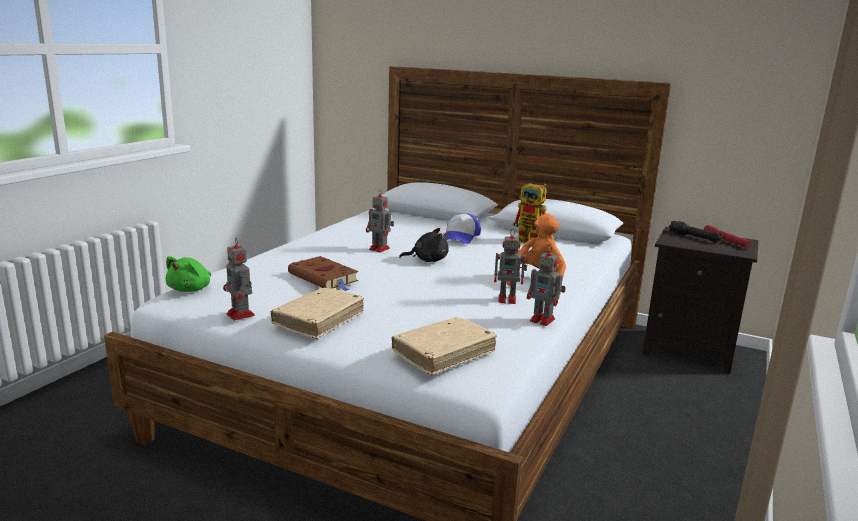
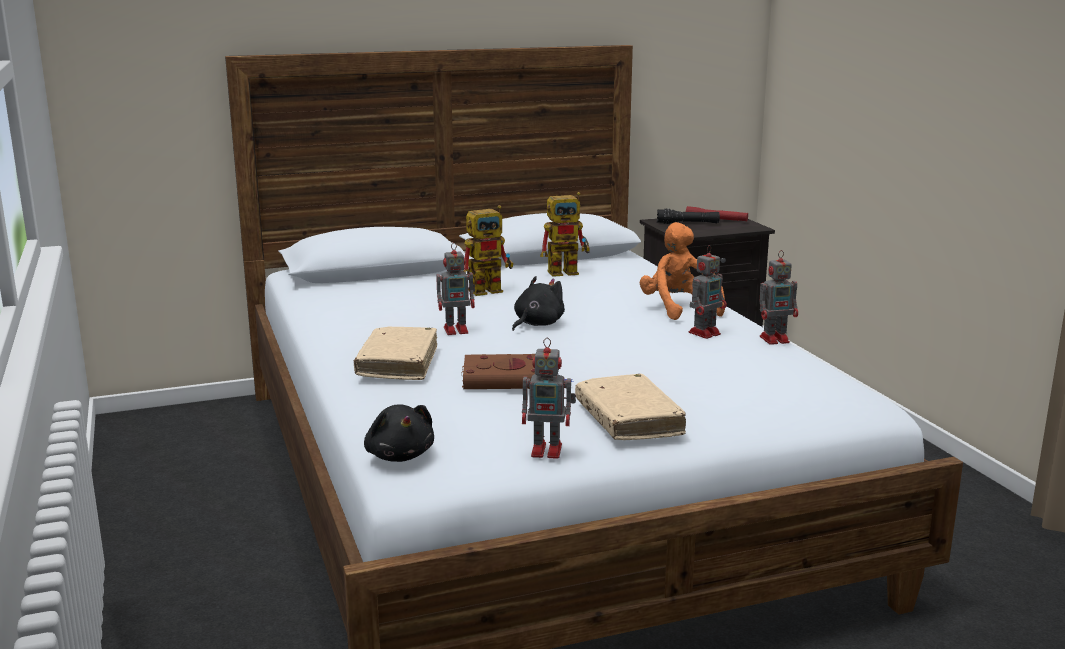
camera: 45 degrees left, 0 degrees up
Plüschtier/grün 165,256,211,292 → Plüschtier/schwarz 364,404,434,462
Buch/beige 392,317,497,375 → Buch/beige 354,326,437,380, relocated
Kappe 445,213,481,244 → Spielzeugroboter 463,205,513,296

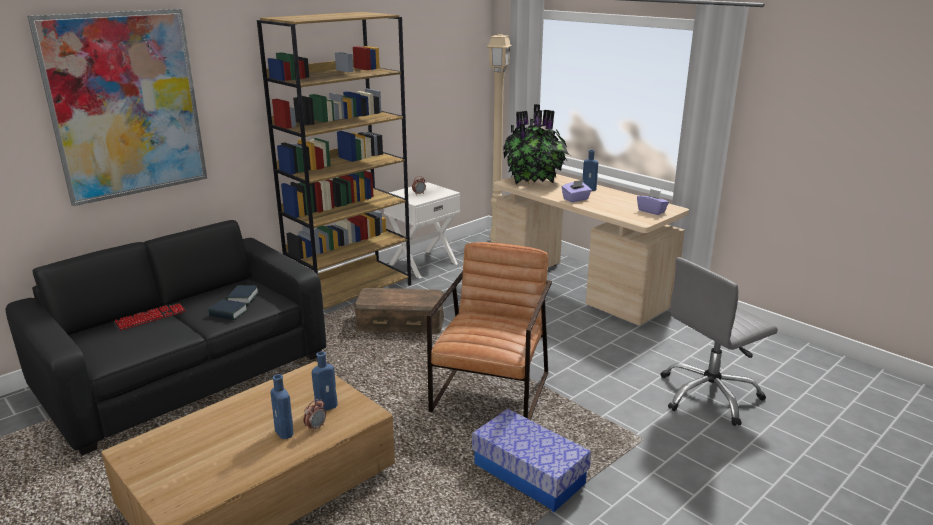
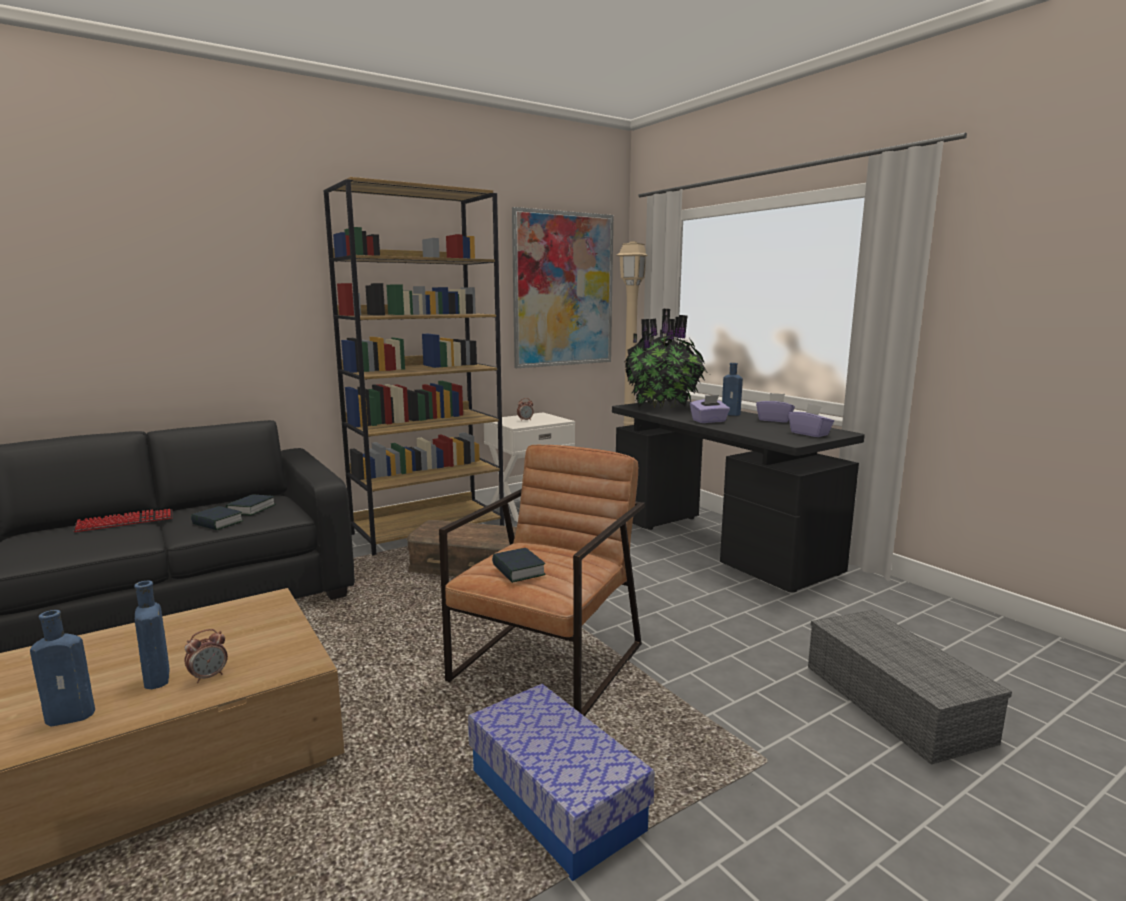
camera: 10 degrees right, 10 degrees down
Bild 27,9,207,206 → Bild 512,207,613,368, relocated
Flasche/blau 312,351,338,411 → Flasche/blau 30,610,95,727, relocated
Schreibtisch/beige 493,174,689,325 → Schreibtisch/schwarz 612,399,865,592
Bürostuhl/grau 661,257,778,426 → Aufbewahrungsbox/grau 808,610,1012,765
- → Buch 492,548,546,583
- → Taschentuchbox/lila 756,393,795,422

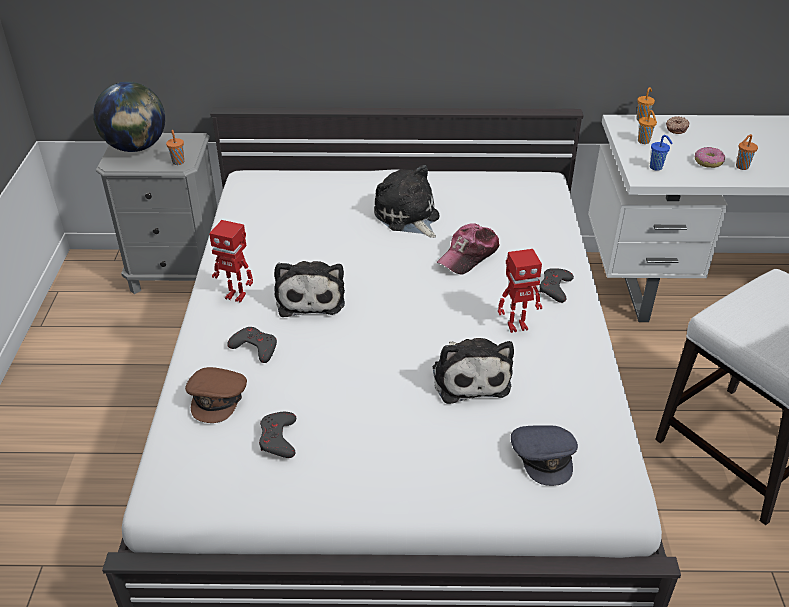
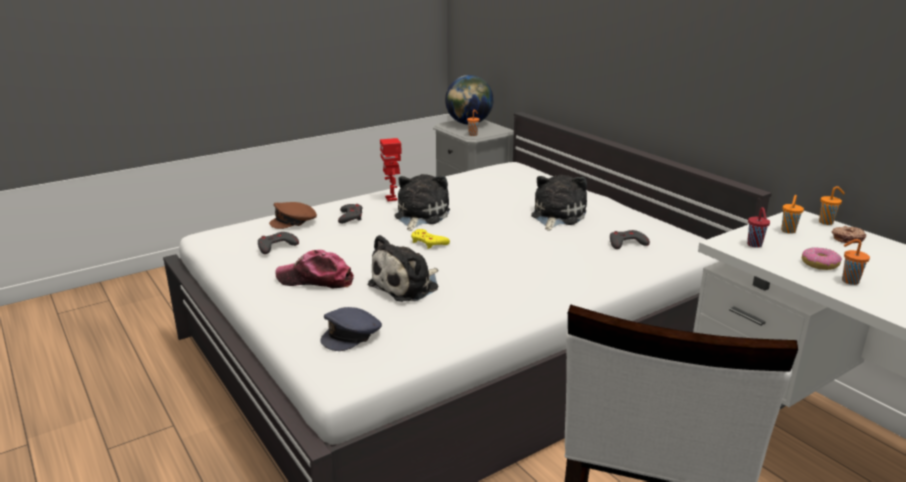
camera: 55 degrees right, 15 degrees down
Plüschtier 274,261,345,317 → Plüschtier 395,174,450,231, 150 degrees clockwise
Kappe 437,223,500,275 → Kappe 275,250,354,288, relocated
Spielzeugroboter 498,249,542,333 → -
Gamepad/grau 539,268,574,303 → Gamepad/grau 610,230,650,249, relocated
Tasse/blau 650,135,673,171 → Tasse/rot 747,207,770,248
- → Gamepad/gelb 411,229,450,249

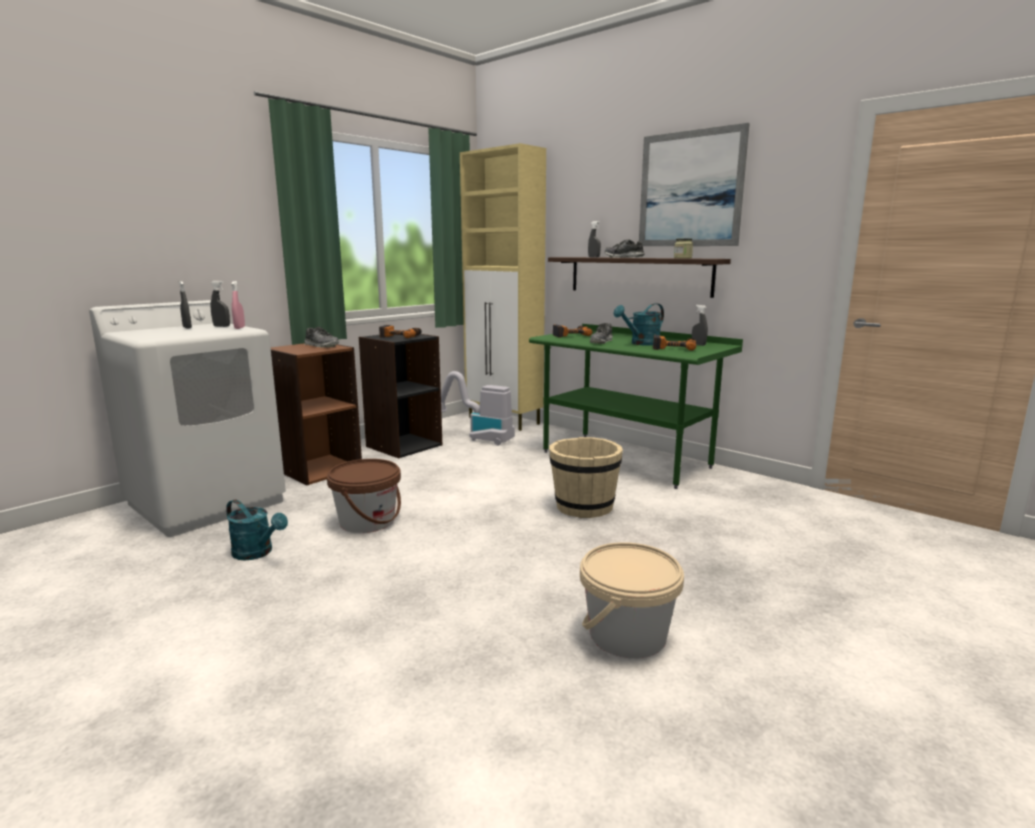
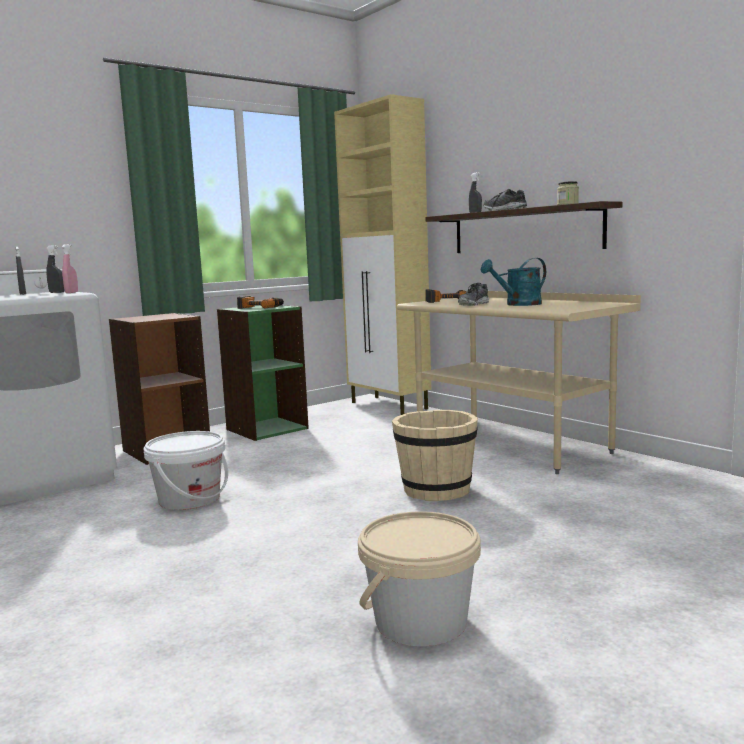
camera: 10 degrees right, 5 degrees down
Gießkanne/türkis 226,500,288,560 → -
Schuh 305,327,339,348 → -
Eimer/braun 327,459,401,533 → Eimer/weiß 144,431,228,510
Bücherregal/schwarz 359,334,442,458 → Bücherregal/grün 217,305,309,441
Staubsauger 441,371,515,446 → -
Schreibtisch/grün 529,324,743,489 → Schreibtisch/beige 397,290,641,474
Bild 639,123,750,246 → -
Bohrmaschine 653,335,696,351 → -
Sprühflasche/grau 692,305,708,346 → -

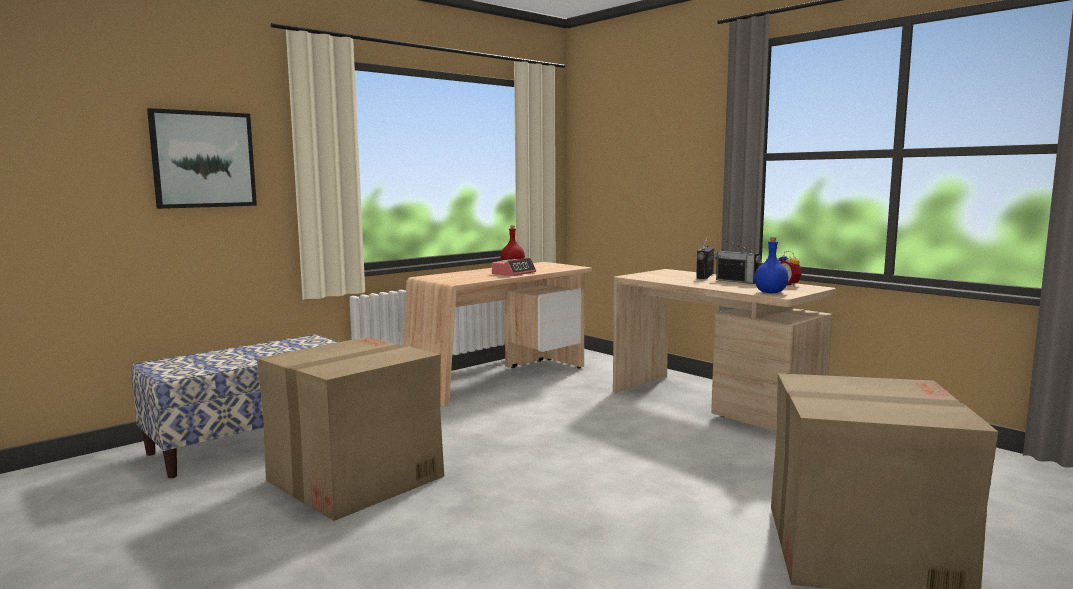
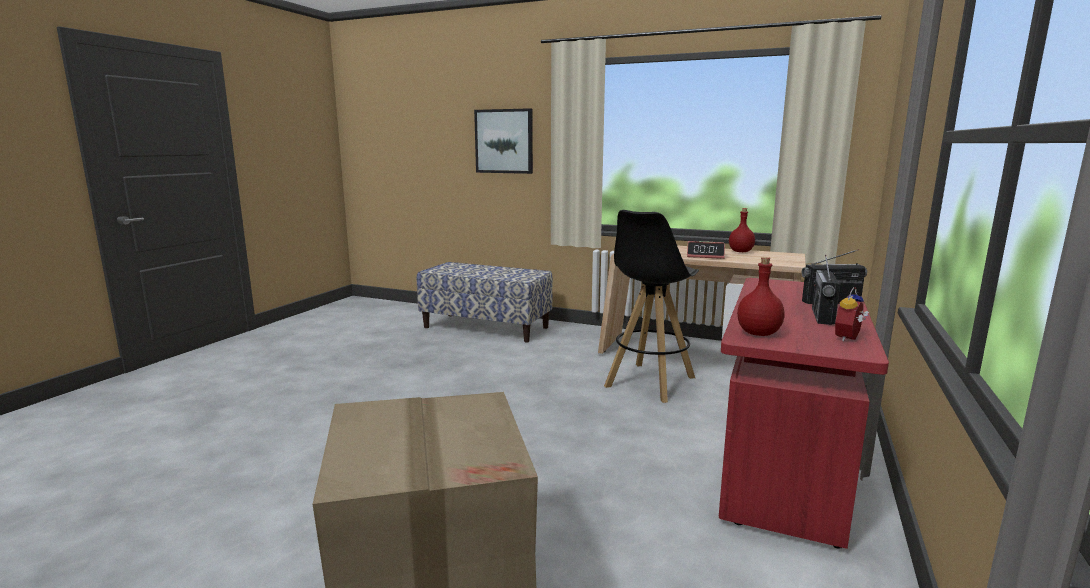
camera: 65 degrees right, 5 degrees up
Karton 257,337,444,521 → -
Schreibtisch/beige 613,269,836,432 → Schreibtisch/rot 719,278,889,549
Flasche/blau 754,237,788,293 → Flasche/rot 737,257,785,336
- → Hocker/schwarz 604,210,699,403

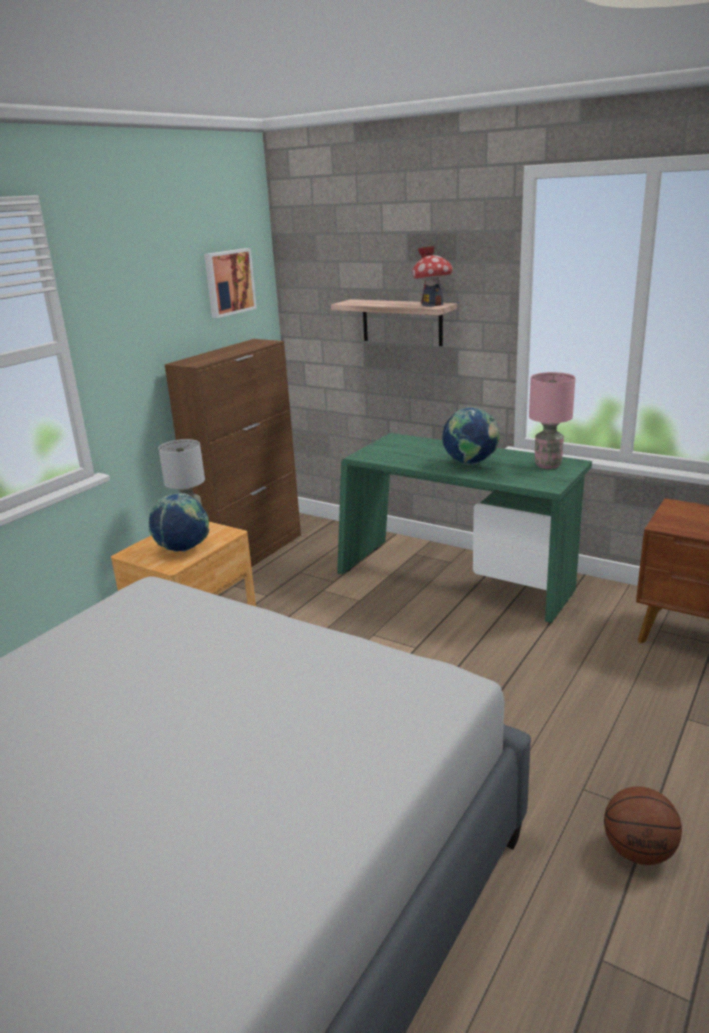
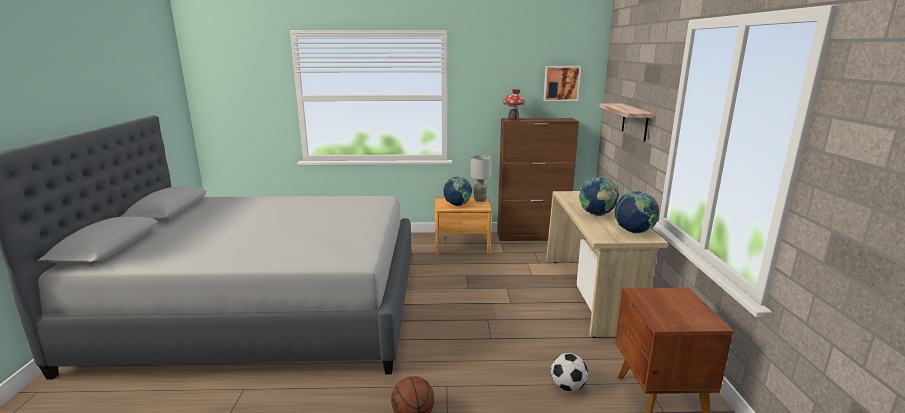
camera: 55 degrees right, 5 degrees down
Schreibtisch/grün 337,433,592,623 → Schreibtisch/beige 546,191,668,338
Spielzeughaus 412,246,453,307 → Spielzeughaus 503,89,525,121, relocated
Tischlampe/rosa 529,372,575,469 → Globus 614,191,659,233
- → Fußball 551,353,588,391

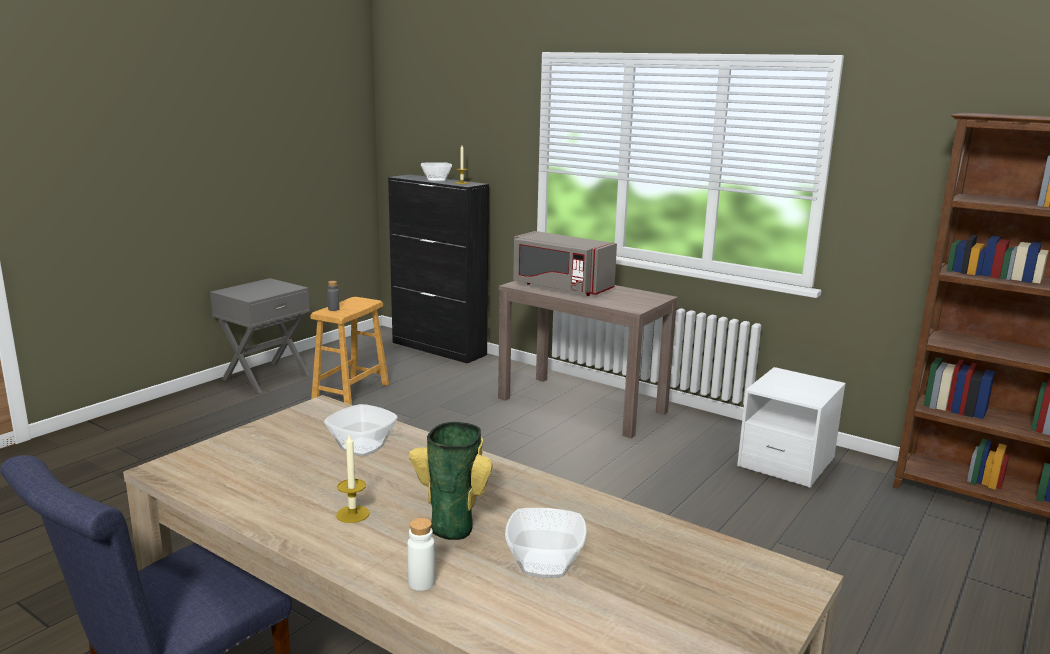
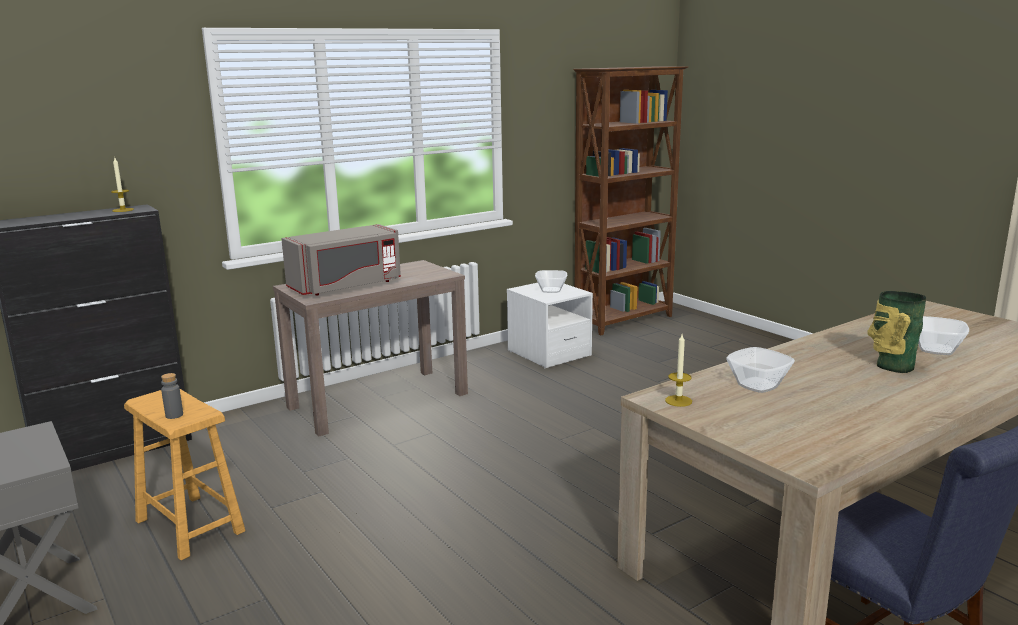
camera: 70 degrees left, 0 degrees up
Kerze 336,433,370,523 → Kerze 665,334,692,407, relocated
Flasche/weiß 407,518,435,591 → -
Schüssel 421,162,452,182 → Schüssel 535,270,568,293, relocated

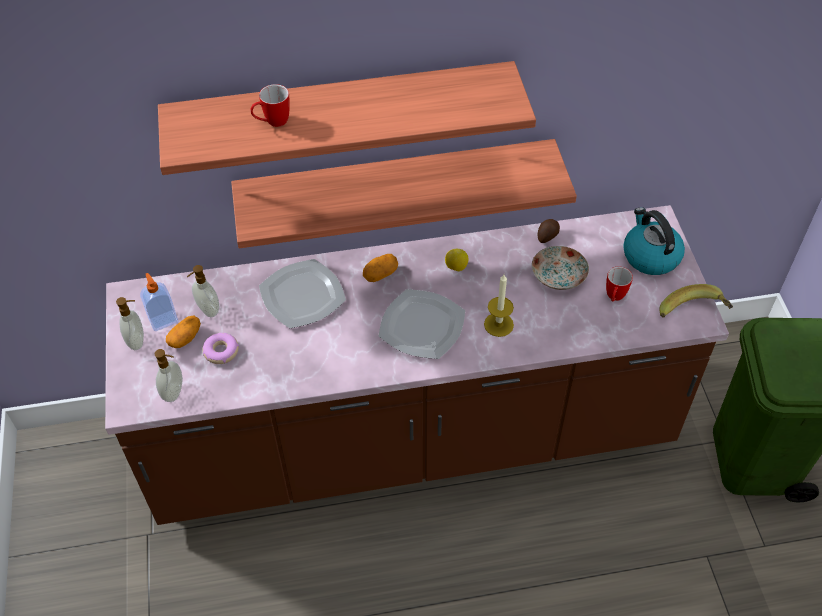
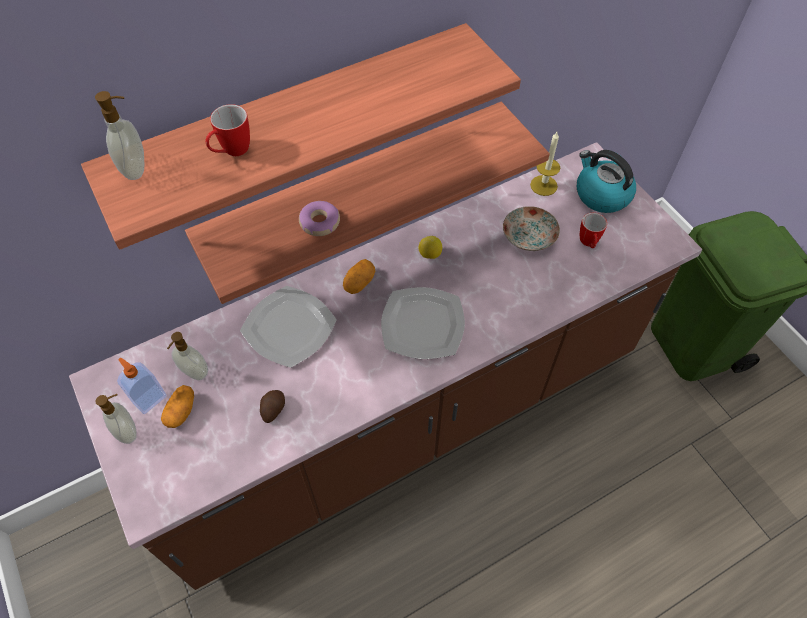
camera: 20 degrees left, 5 degrees up
Seifenspender 154,349,183,402 → Seifenspender 95,91,144,180, relocated
Donut 203,333,239,364 → Donut 299,201,340,236, relocated
Kerze 484,275,514,337 → Kerze 530,132,560,196, relocated
Kartoffel 538,219,560,243 → Kartoffel 260,390,285,423, relocated
Banane 659,284,733,318 → -

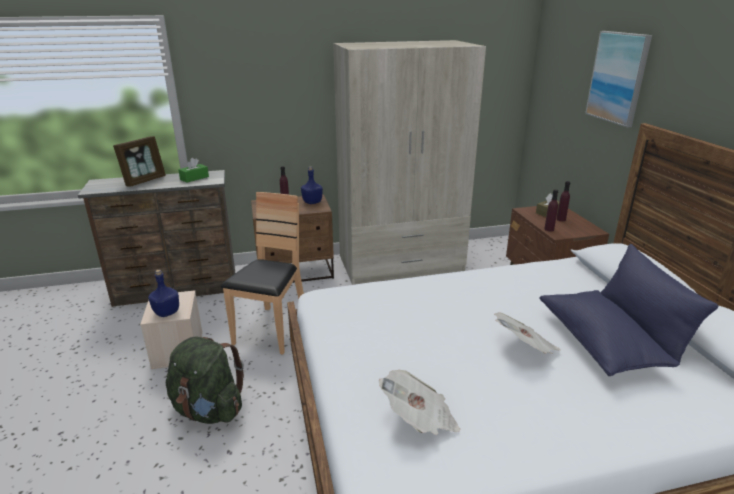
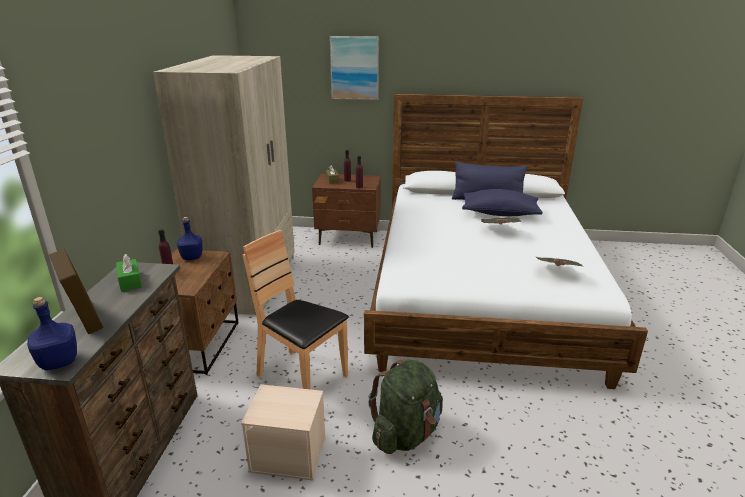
camera: 70 degrees left, 0 degrees up
Flasche/blau 148,270,179,317 → Flasche/blau 27,297,77,370, relocated

